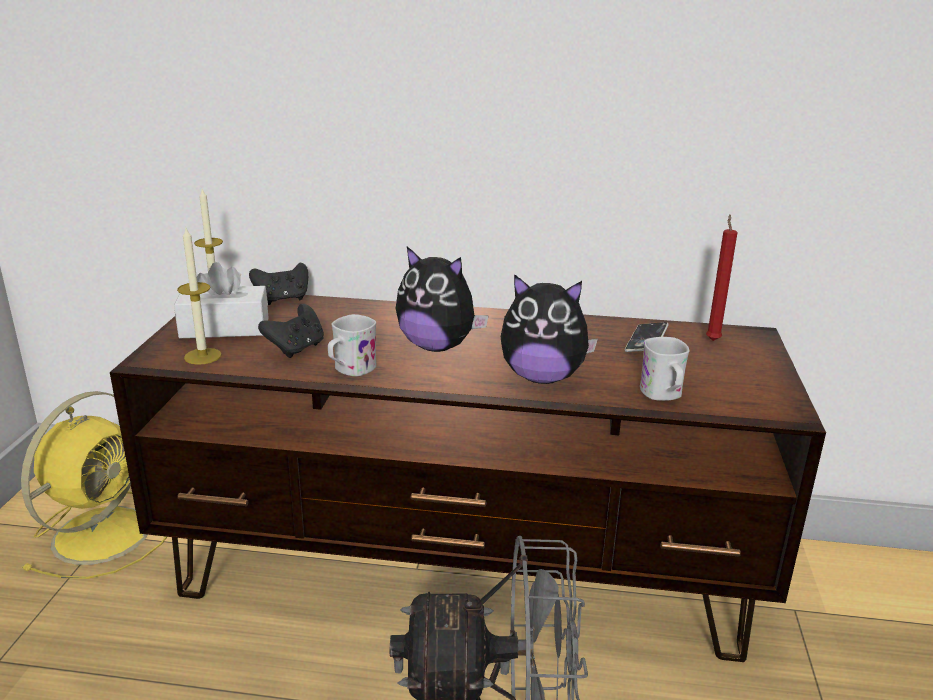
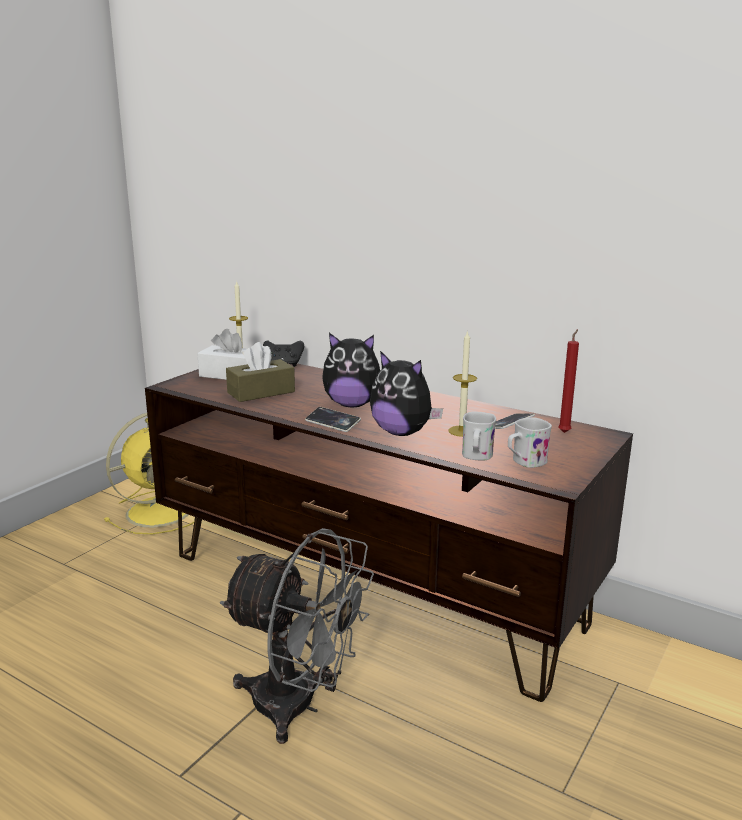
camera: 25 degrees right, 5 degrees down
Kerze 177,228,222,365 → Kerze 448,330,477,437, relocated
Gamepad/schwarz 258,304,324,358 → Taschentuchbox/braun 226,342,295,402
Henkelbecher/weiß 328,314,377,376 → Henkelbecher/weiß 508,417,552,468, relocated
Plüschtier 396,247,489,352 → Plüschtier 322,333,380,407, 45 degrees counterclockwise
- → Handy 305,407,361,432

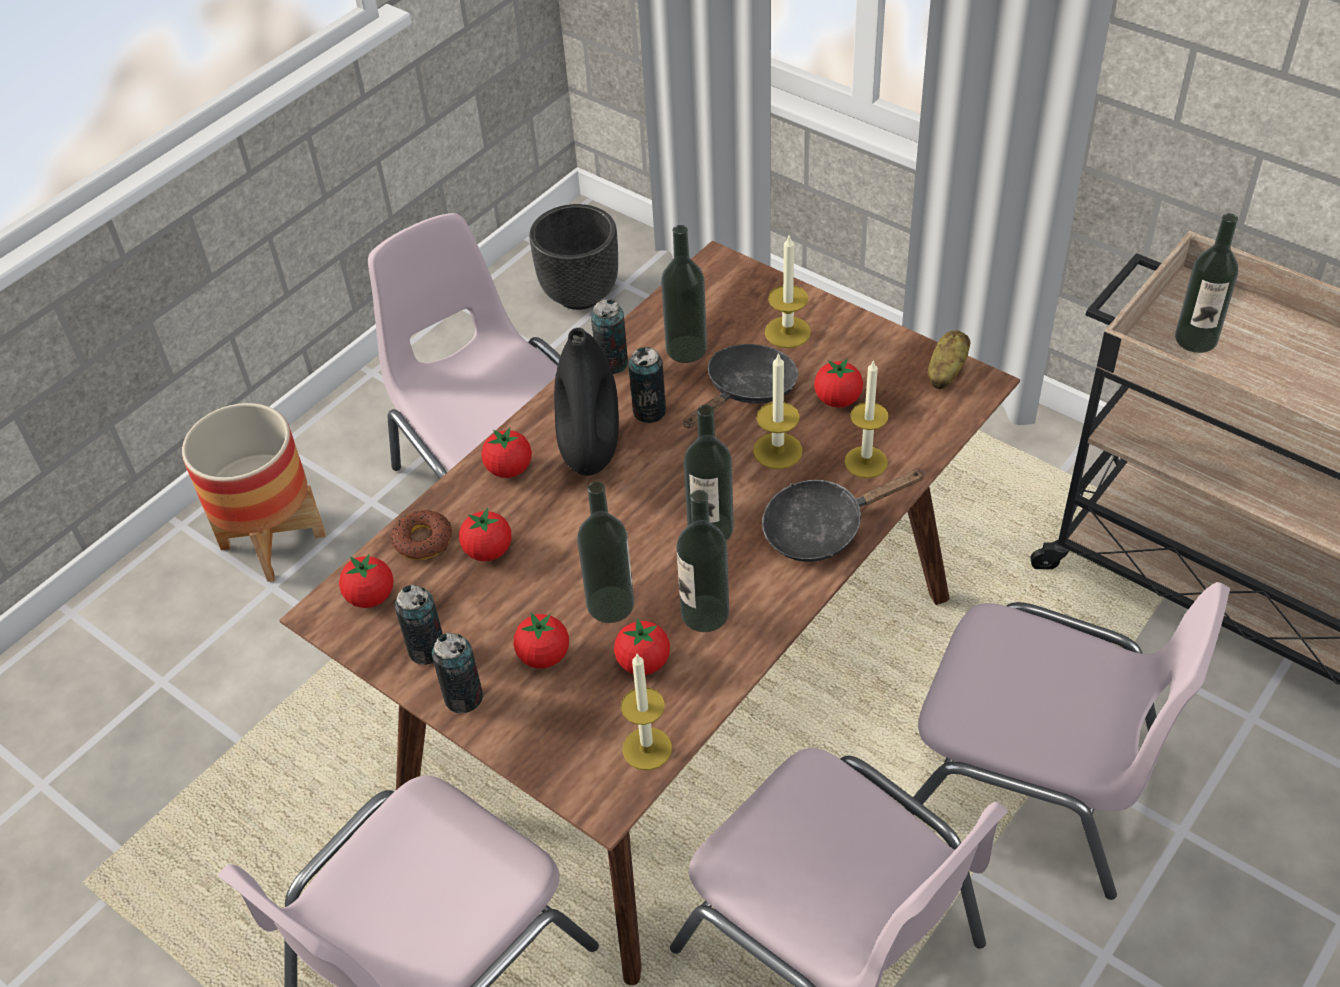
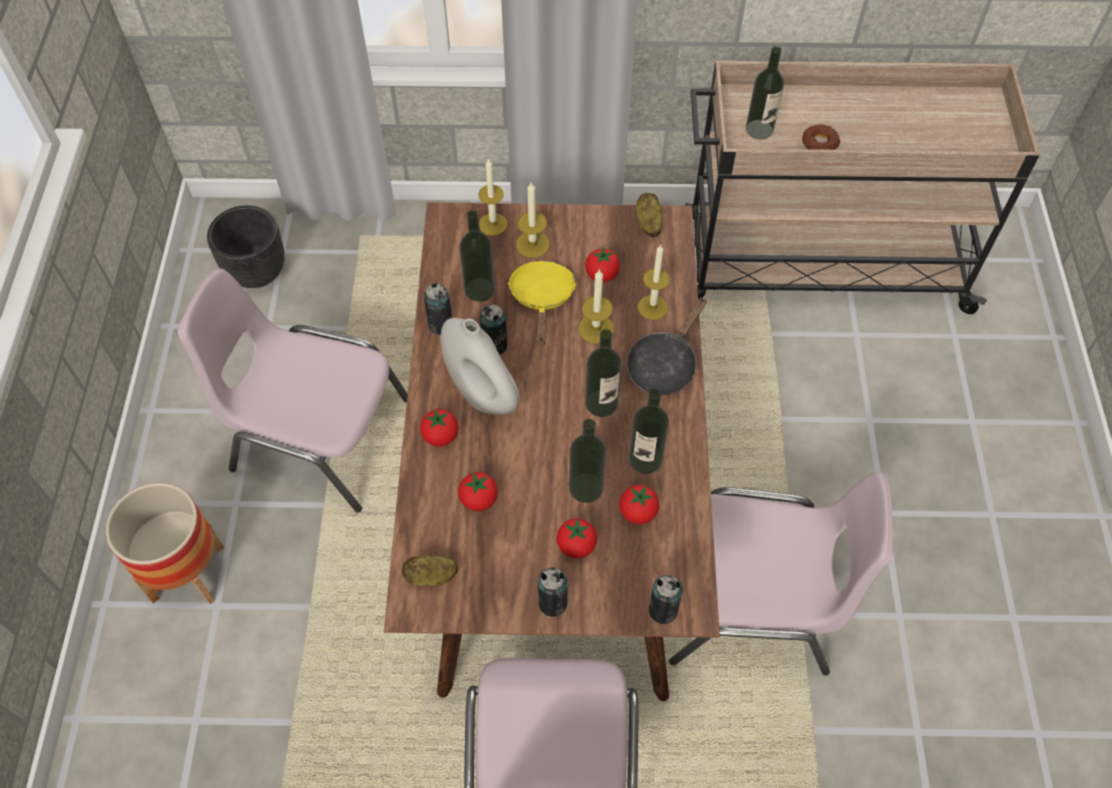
camera: 40 degrees left, 10 degrees up
Tomate 339,554,394,608 → Kartoffel 402,554,458,587
Donut 390,510,452,560 → Donut 802,124,840,150, relocated
Dose 395,584,443,665 → Dose 649,575,683,624, relocated
Vase/schwarz 554,328,619,476 → Vase/weiß 441,318,520,415
Kerze 621,654,672,770 → Kerze 478,158,508,236, relocated
Pfanne/schwarz 683,344,798,428 → Pfanne/gelb 508,261,577,346
Stuhl/rosa 904,582,1230,900 → -

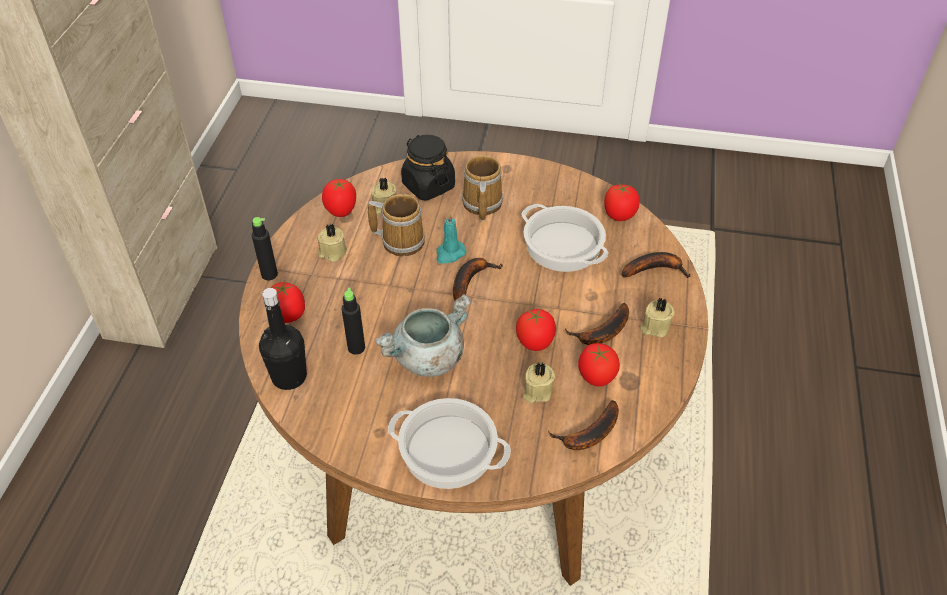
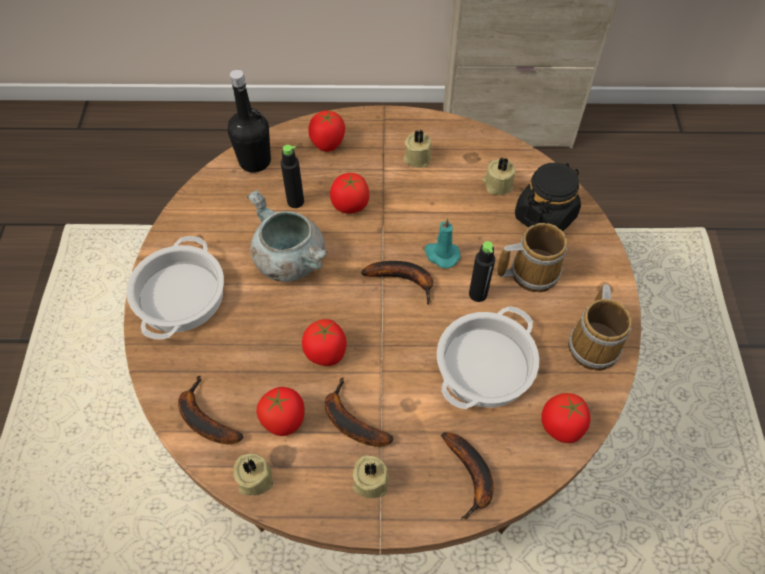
camera: 80 degrees right, 10 degrees up
Flasche/schwarz 252,217,278,280 → Flasche/schwarz 469,241,495,302, relocated
Tomate 322,179,356,217 → Tomate 330,173,369,214, relocated
Henkelbecher 368,194,425,256 → Henkelbecher 568,284,632,371, relocated
Kerze/beige 523,362,555,403 → Kerze/beige 234,454,273,495, relocated

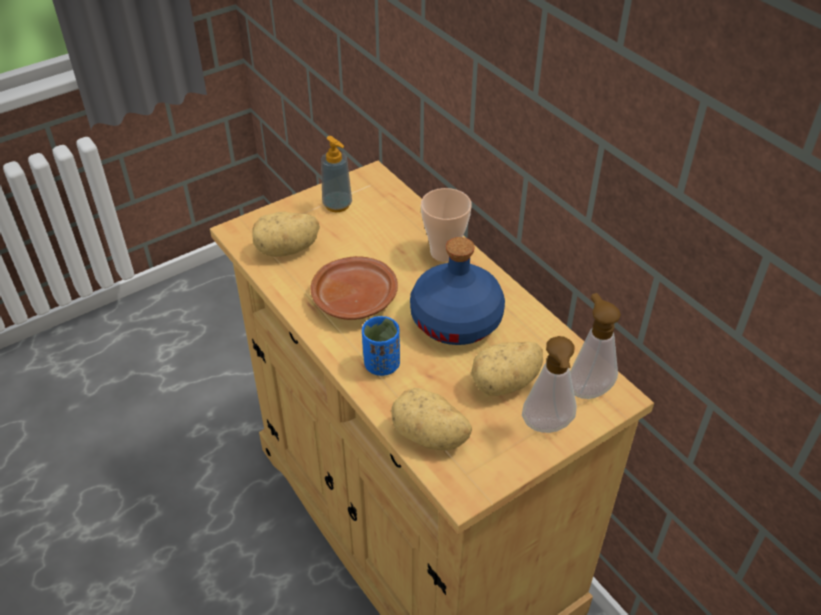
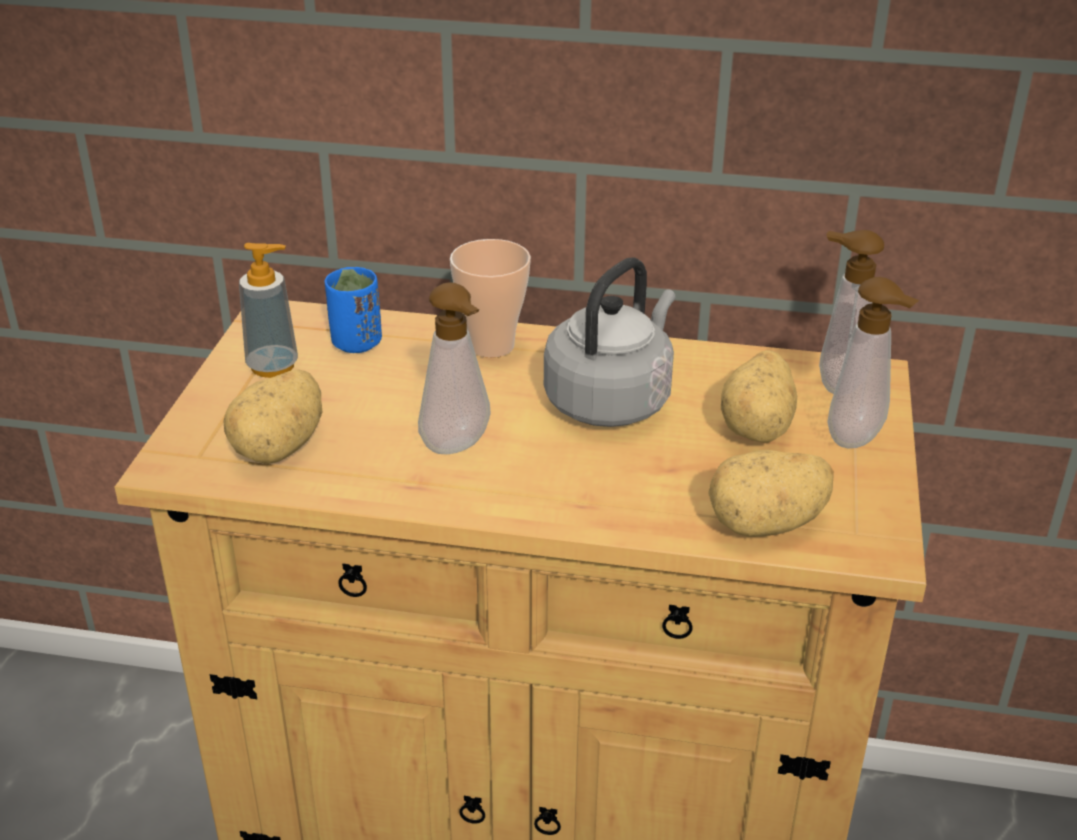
camera: 45 degrees left, 10 degrees down
Teller/braun 310,256,398,320 → Seifenspender 418,282,491,454
Tasse/blau 362,316,400,376 → Tasse/blau 325,267,382,353, relocated
Flasche/blau 410,237,505,345 → Wasserkessel/grau 544,257,676,427

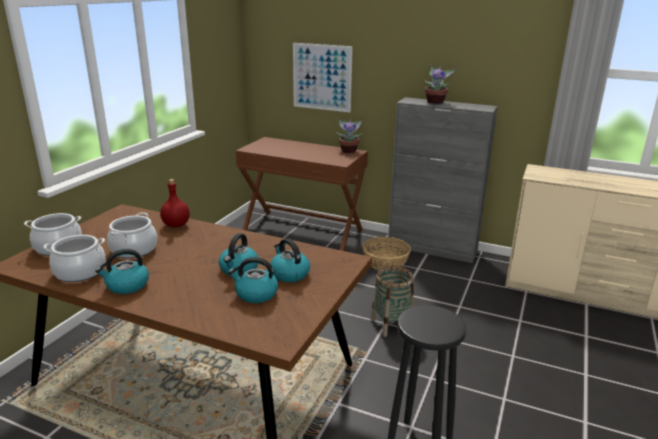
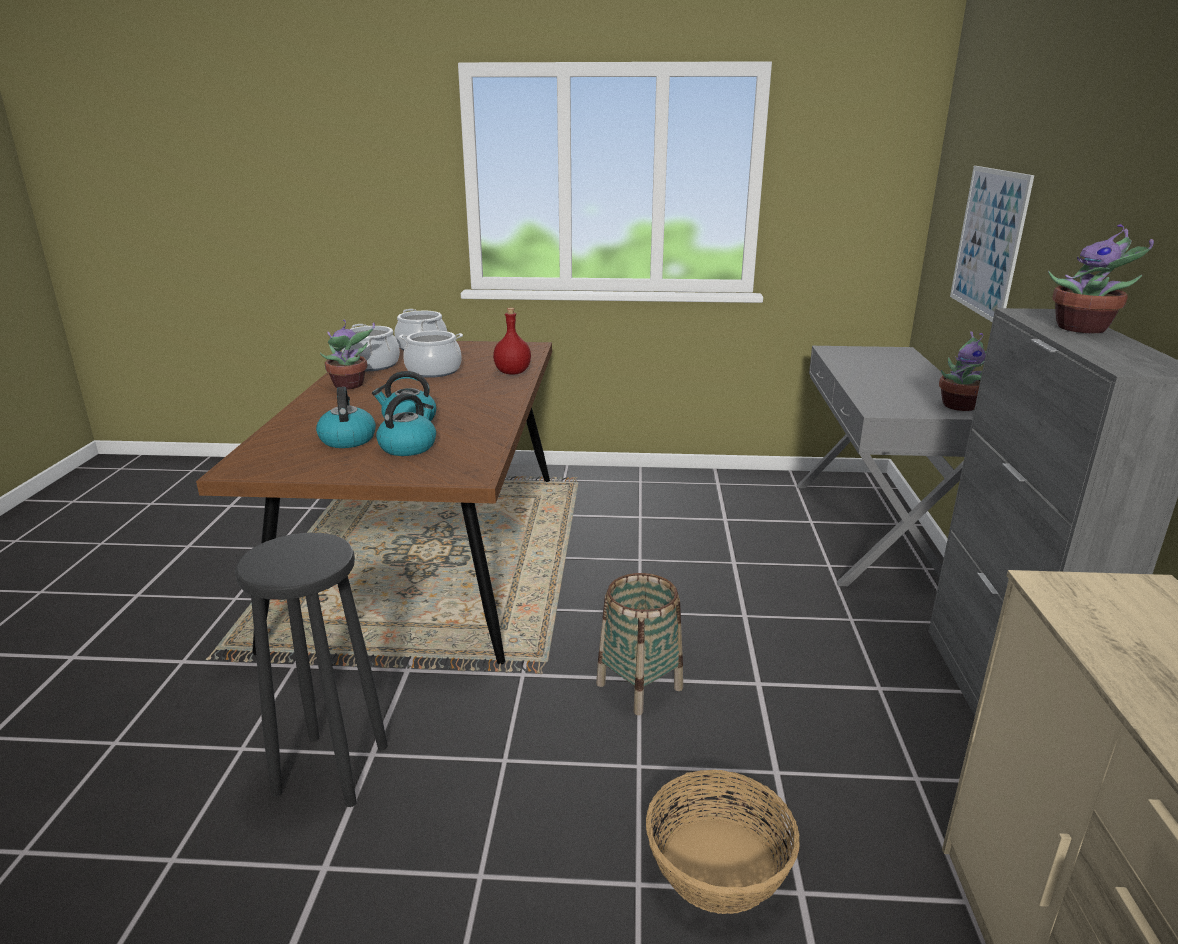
camera: 70 degrees right, 0 degrees up
Wasserkessel 95,249,149,294 → Topfpflanze 320,319,375,389
Konsolentisch/braun 236,137,368,251 → Konsolentisch/grau 797,346,974,586
Korb 362,237,411,270 → Korb 646,770,800,914, relocated

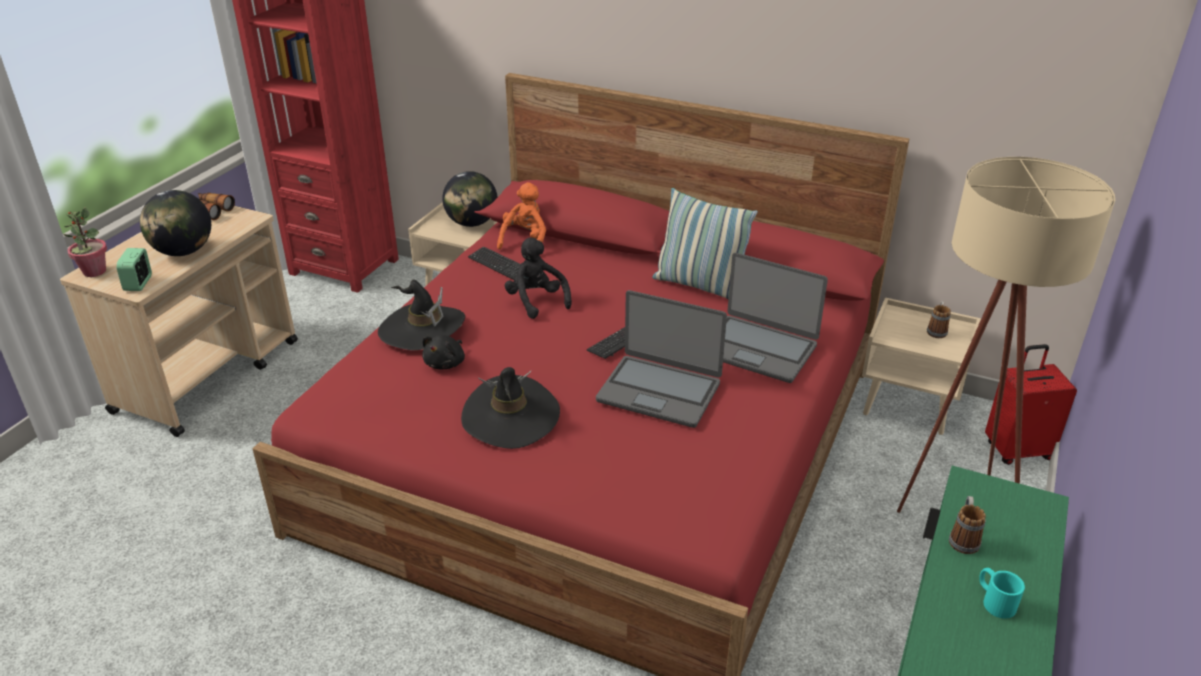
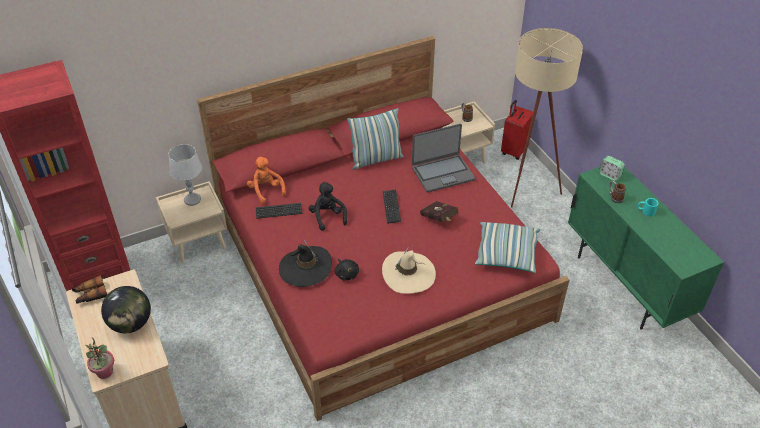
camera: 50 degrees left, 10 degrees up
Wecker 116,248,152,291 → Wecker 599,156,625,181, relocated
Globus 442,171,498,227 → Tischlampe/grau 168,144,202,206
Hut/schwarz 461,367,560,449 → Hut/beige 382,247,436,294
Plüschtier/schwarz 505,237,572,319 → Plüschtier/schwarz 309,182,347,231, 60 degrees clockwise
Laptop 596,290,727,428 → Buch/rot 420,201,458,222
- → Kissen 475,222,540,273

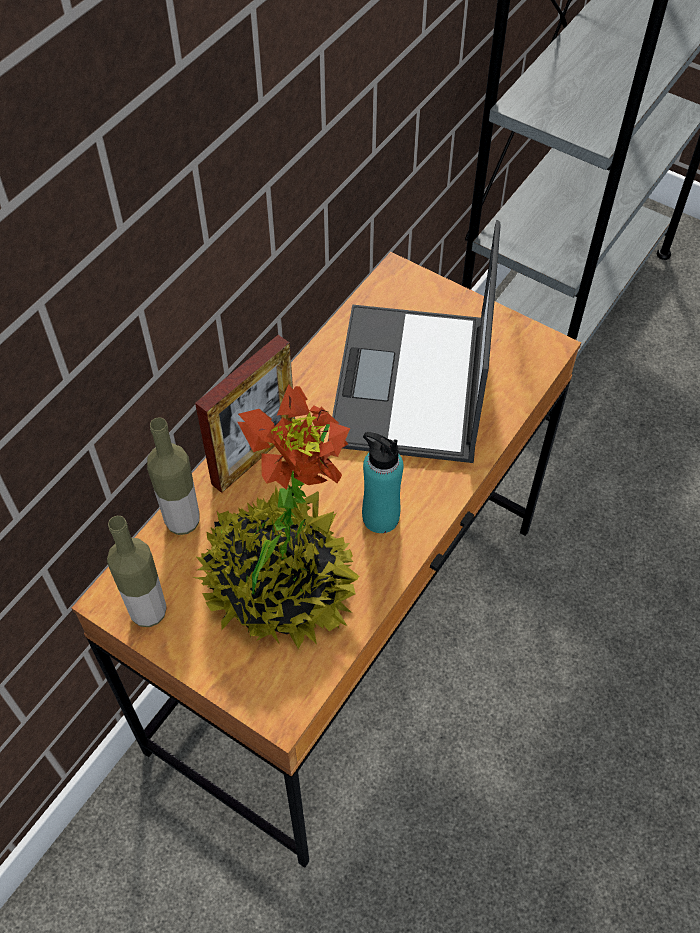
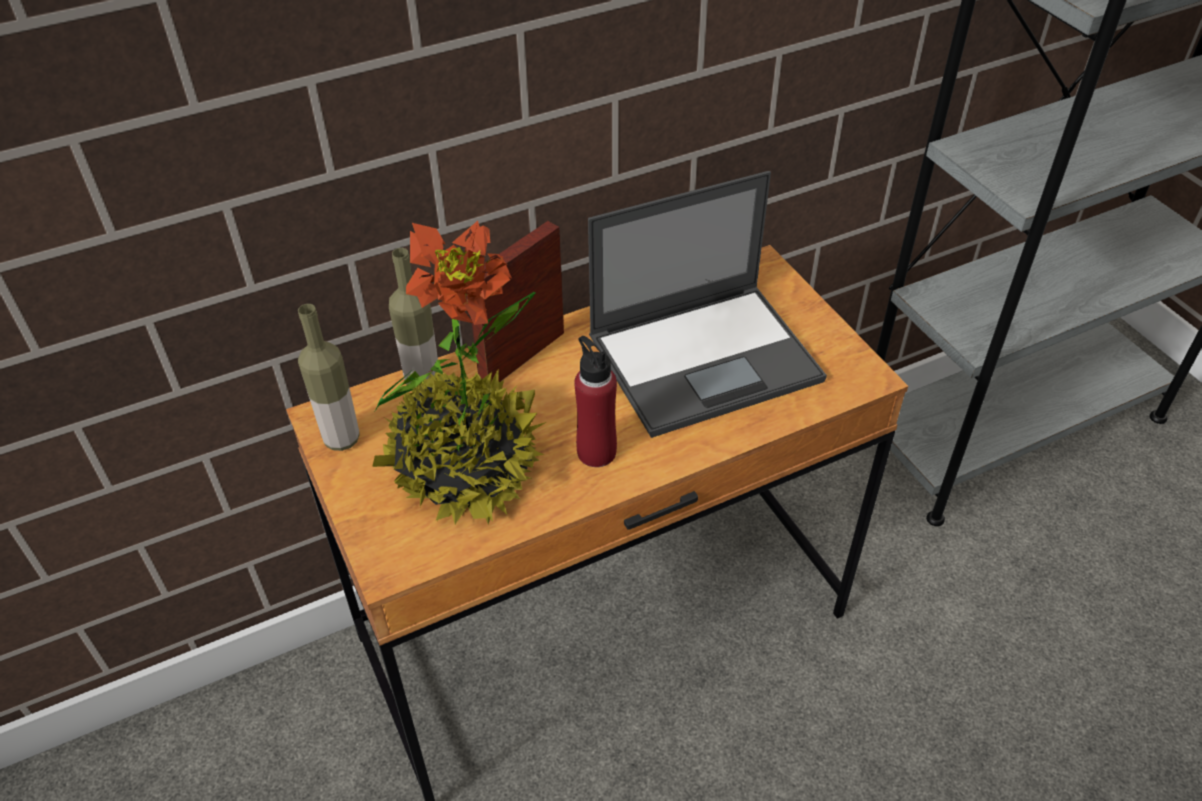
camera: 30 degrees right, 10 degrees down
Bilderrahmen 195,335,295,493 → Bilderrahmen 471,221,564,382, 150 degrees clockwise
Laptop 328,220,501,463 → Laptop 588,171,827,438, 150 degrees counterclockwise
Flasche/türkis 362,432,404,533 → Flasche/rot 575,336,617,467

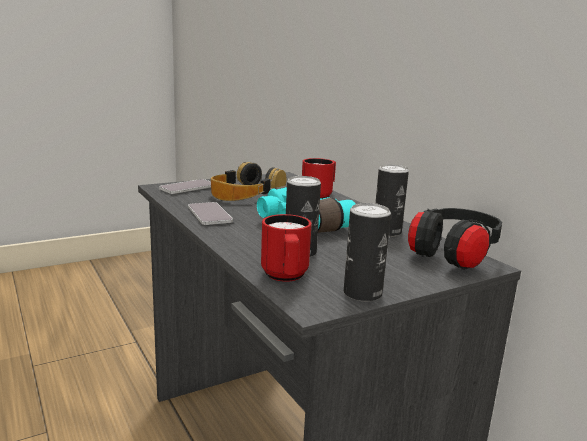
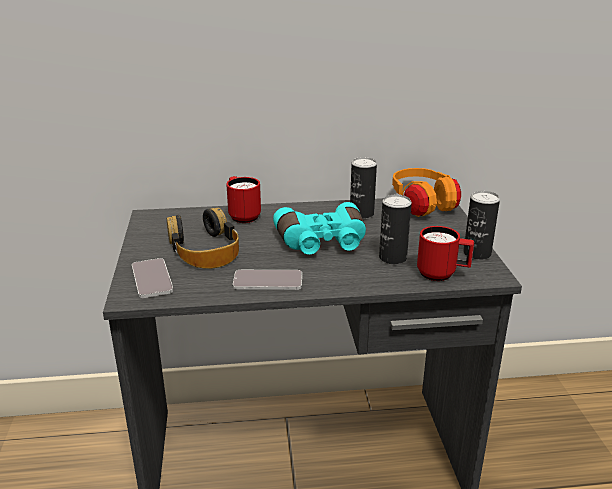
camera: 65 degrees left, 10 degrees up
Kopfhörer/schwarz 408,208,502,270 → Kopfhörer/orange 392,168,461,217

